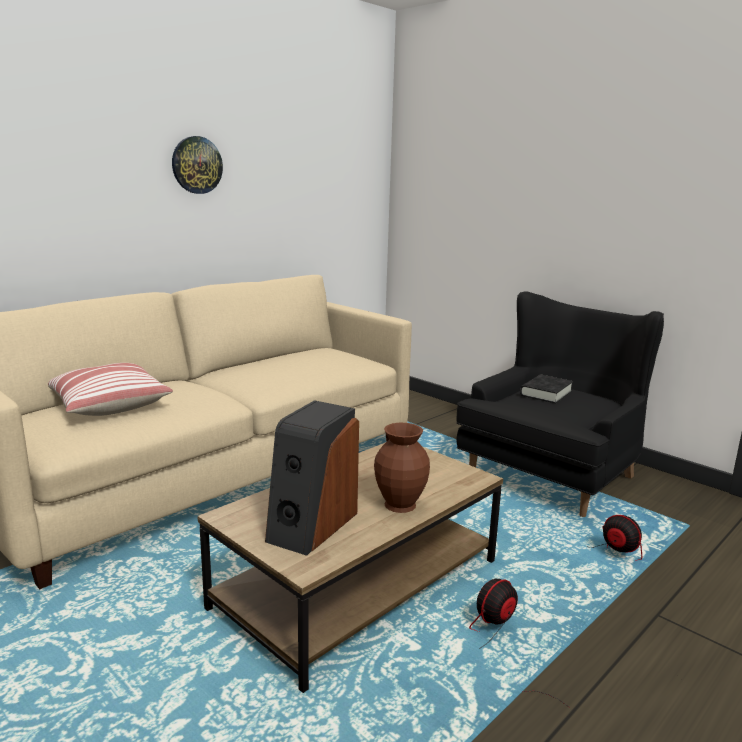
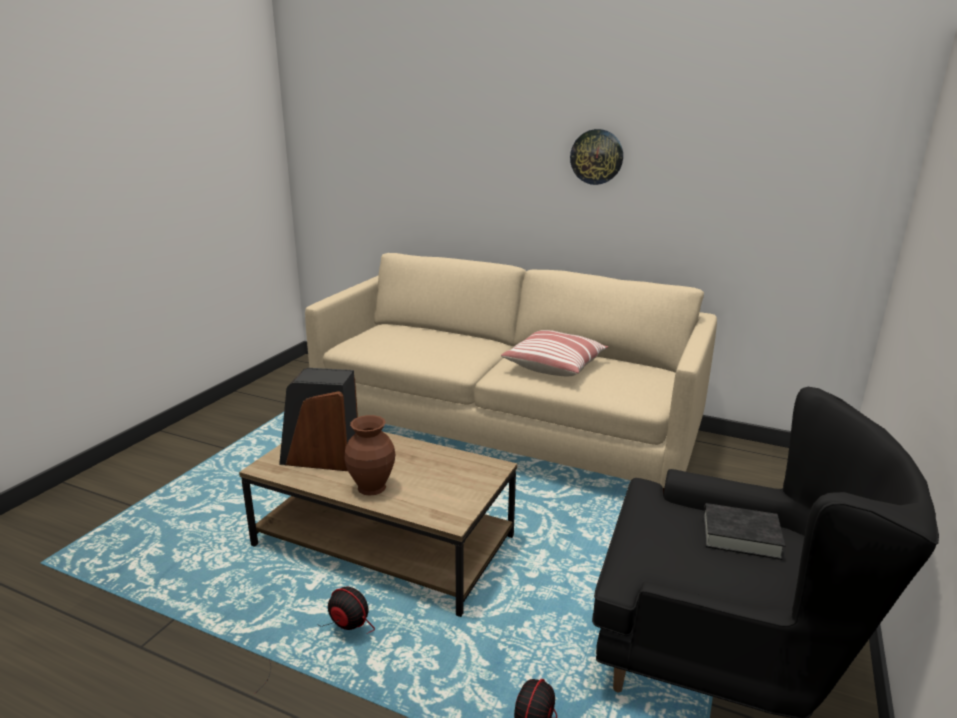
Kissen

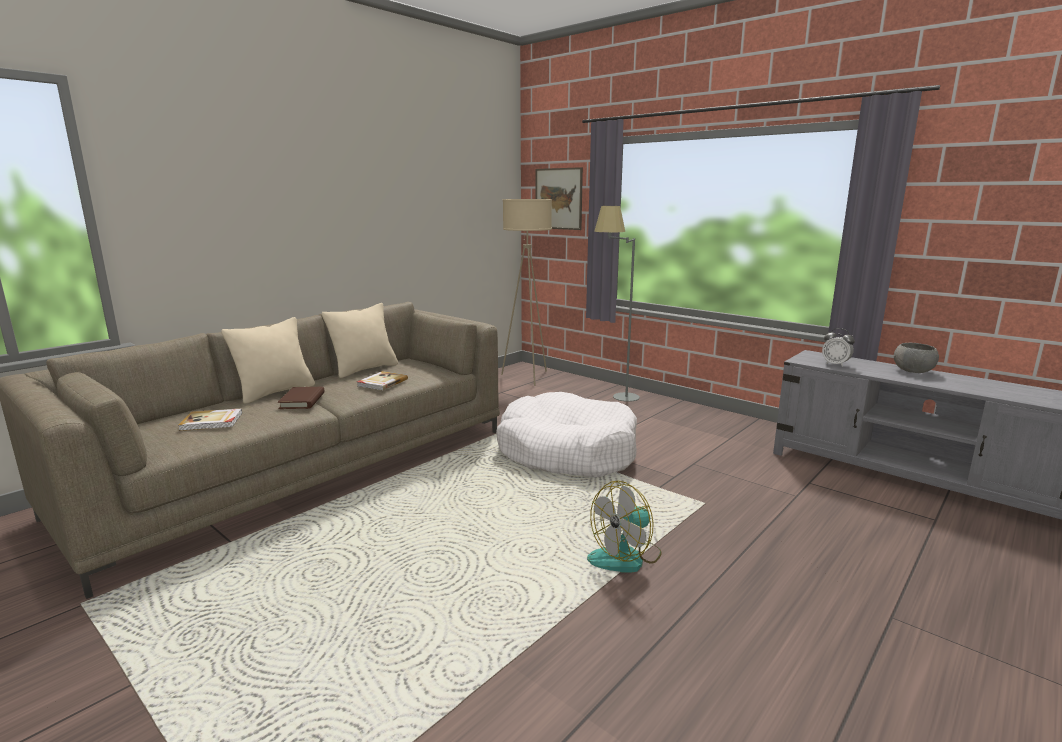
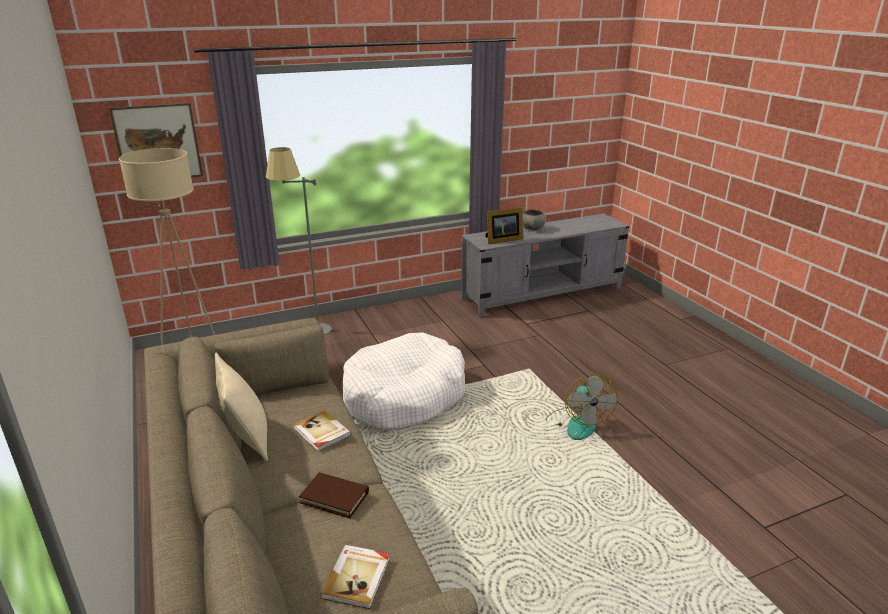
Kissen [beige] (no. 1 from left in the first image)
Bilderrahmen

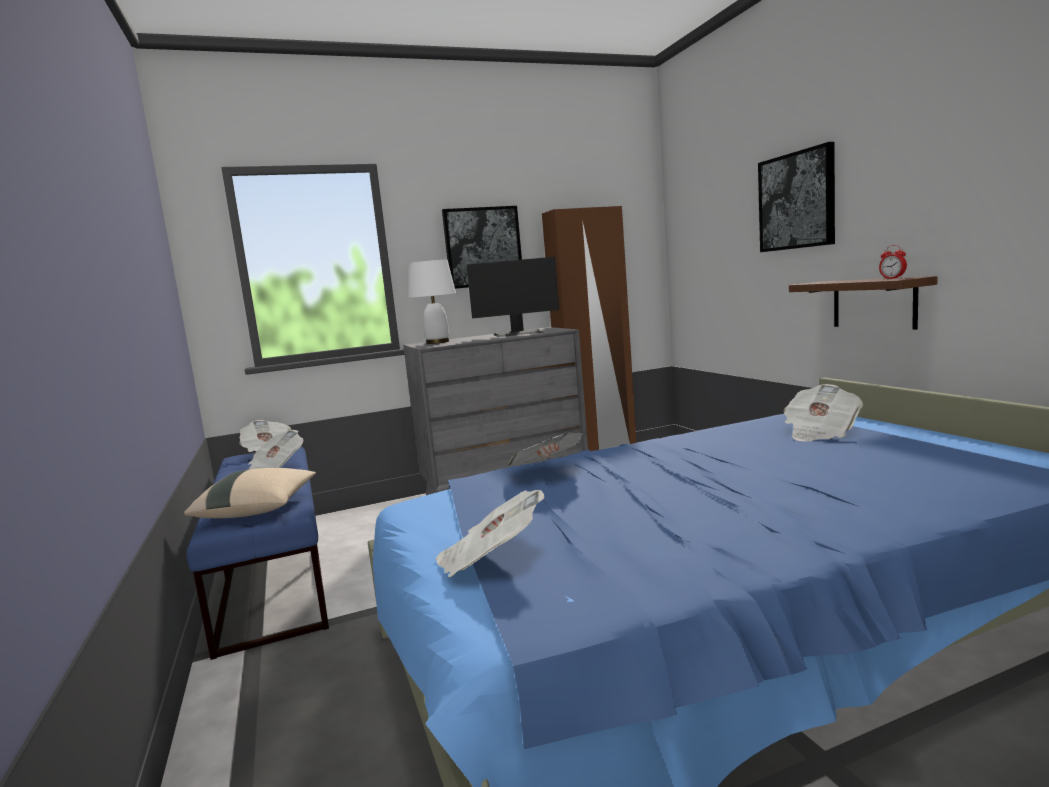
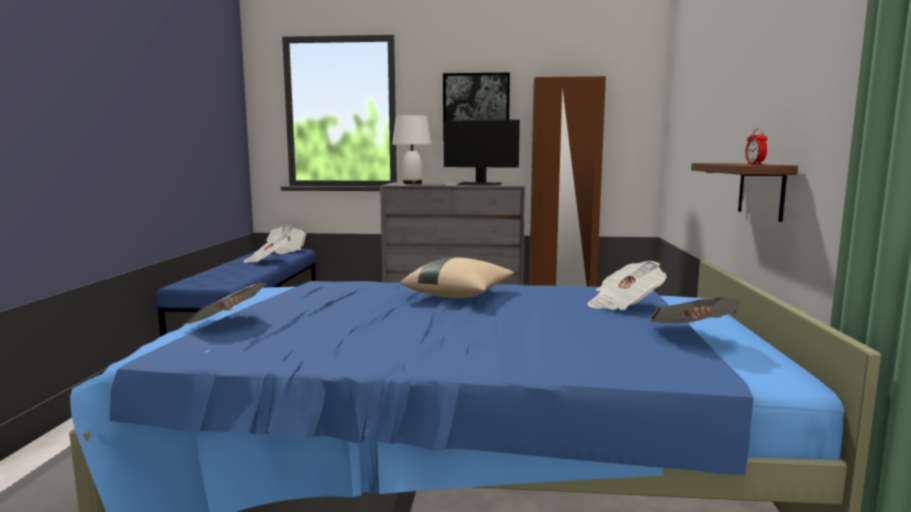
Kissen [beige]
Zeitung (no. 5 from left)
Bild (no. 2 from left in the first image)

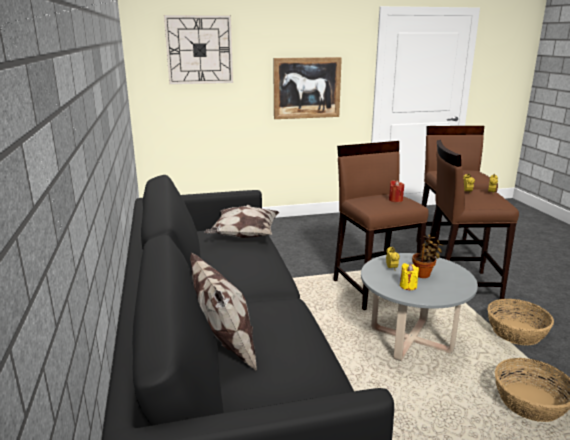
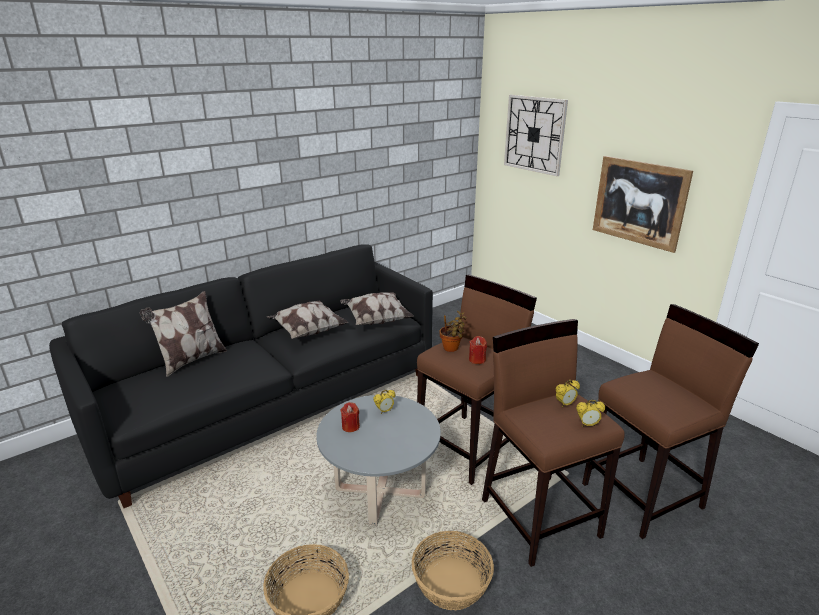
Kerze [rot] (no. 1 from left)
Topfpflanze
Kissen (no. 2 from left)

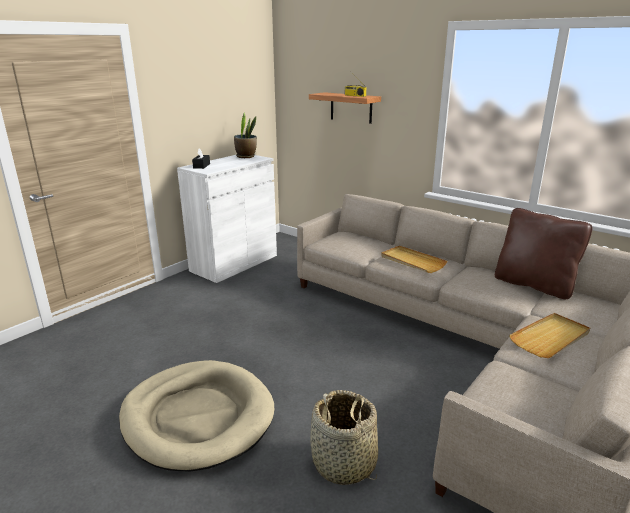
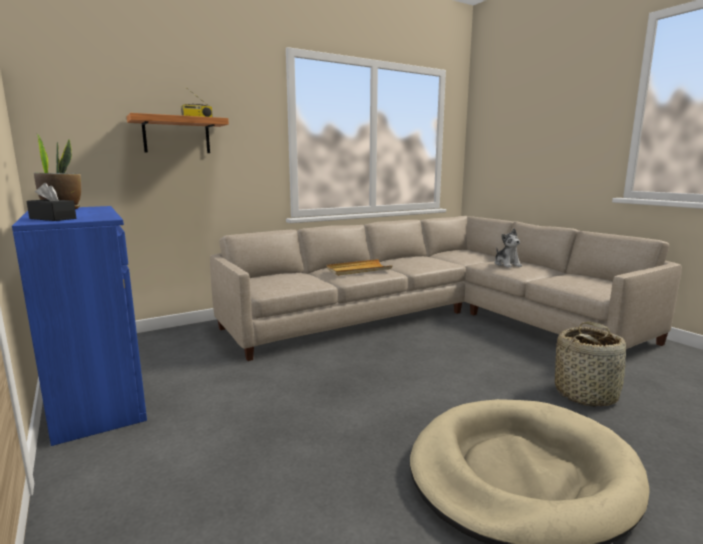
Schrank [blau]
Kissen [braun]
Plüschtier

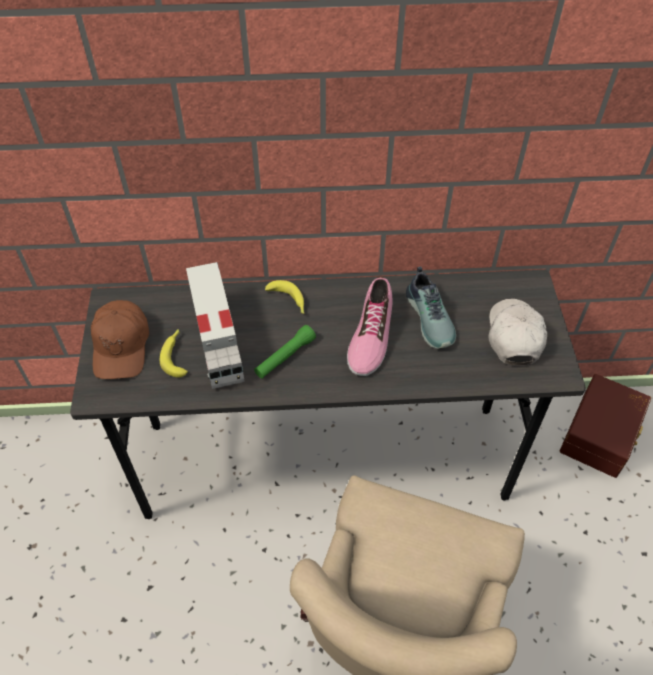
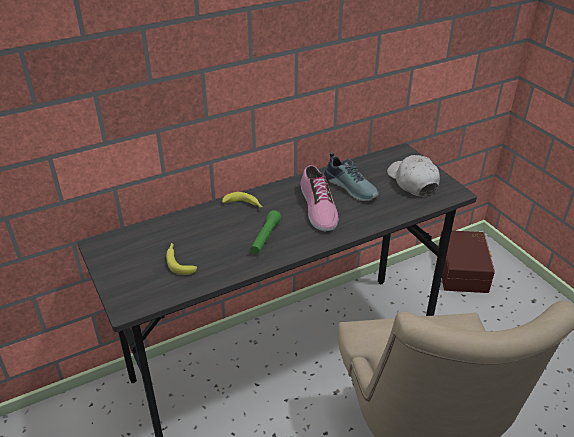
Kappe [braun]
Spielzeuglaster

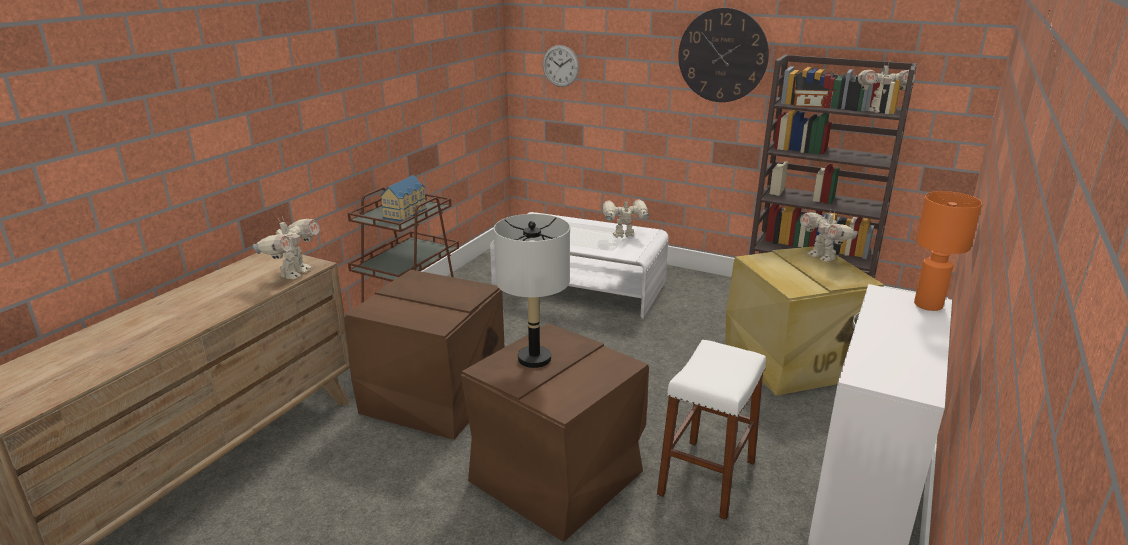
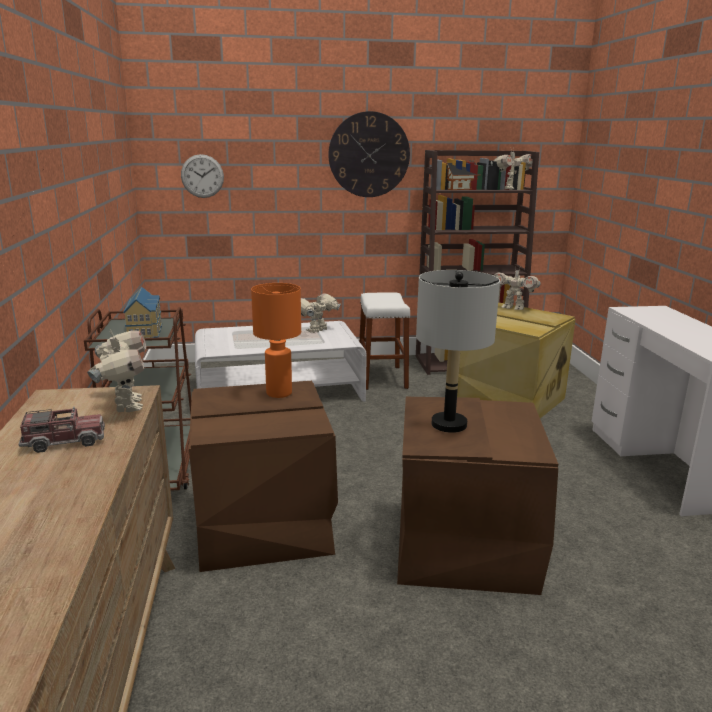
Hocker [weiß]
Tischlampe [orange]
Spielzeuglaster

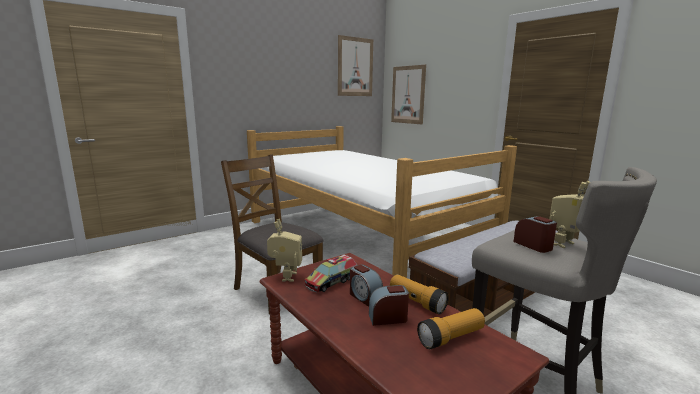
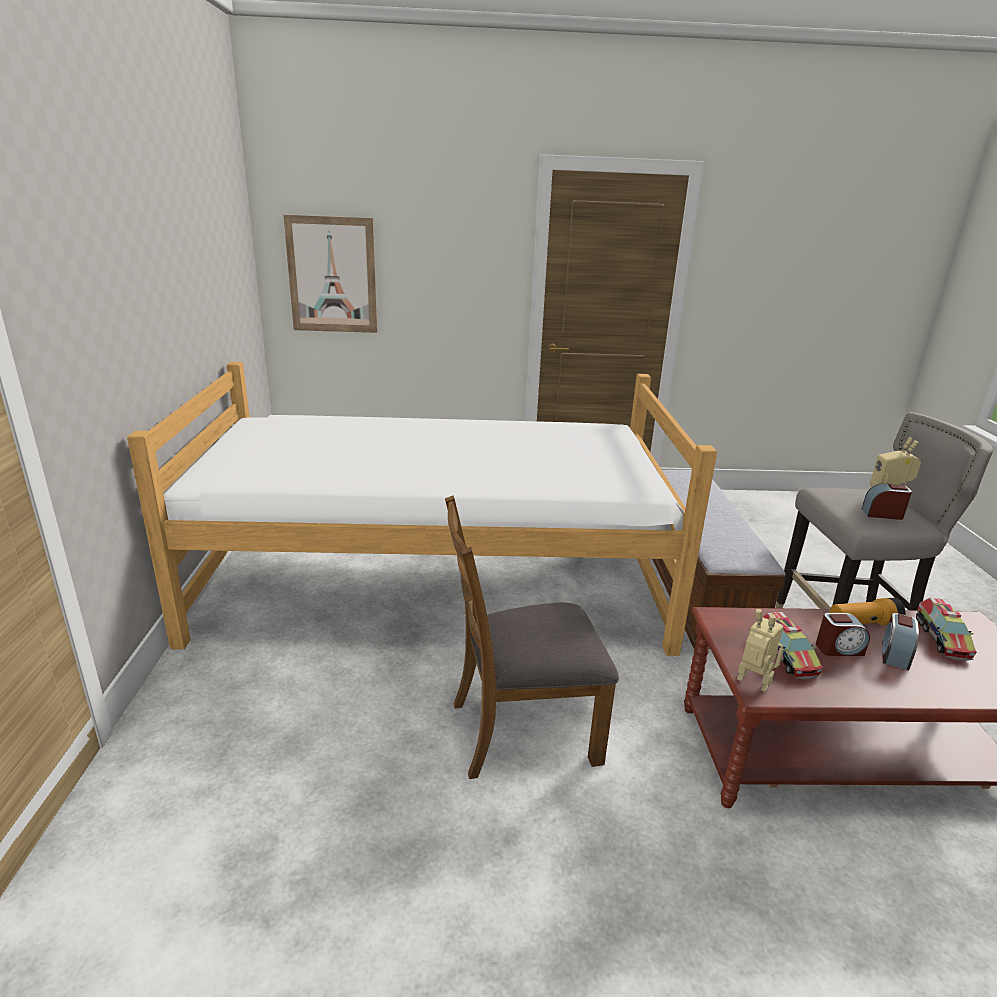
Bild (no. 1 from left in the first image)
Spielzeuglaster (no. 2 from left)

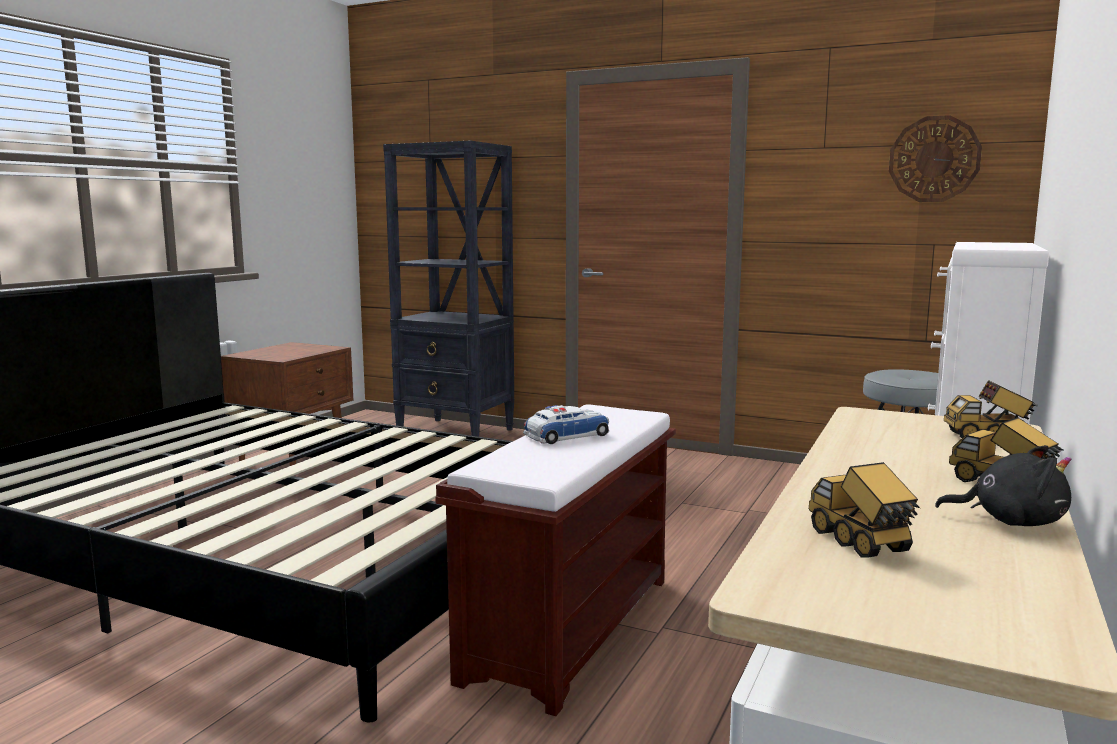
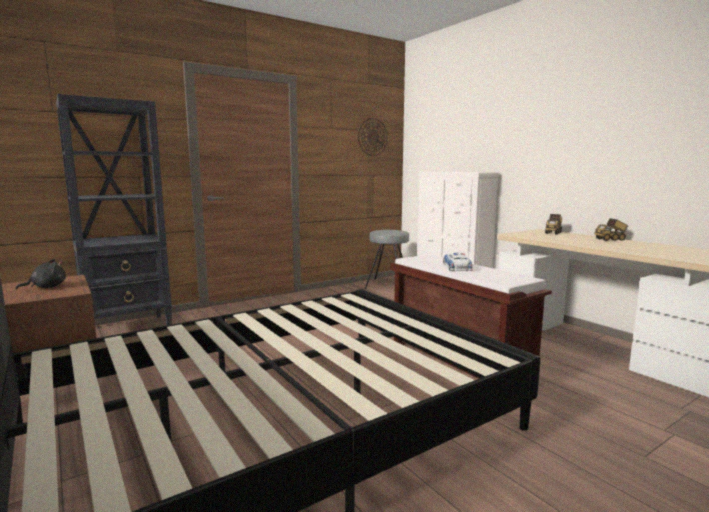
Spielzeuglaster (no. 1 from left in the first image)
Plüschtier [schwarz]

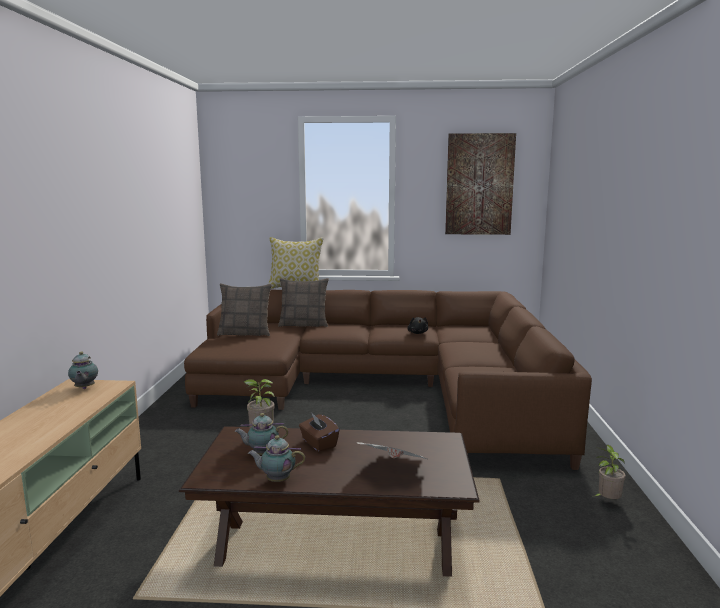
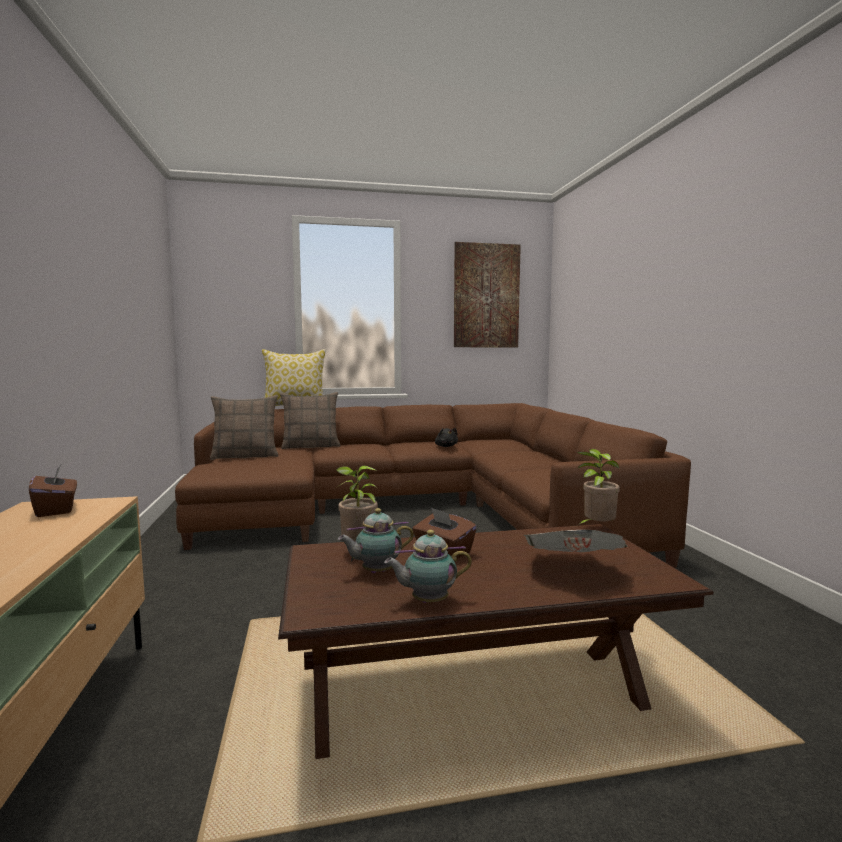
Taschentuchbox [braun] (no. 1 from left)
Topfpflanze (no. 2 from left)

